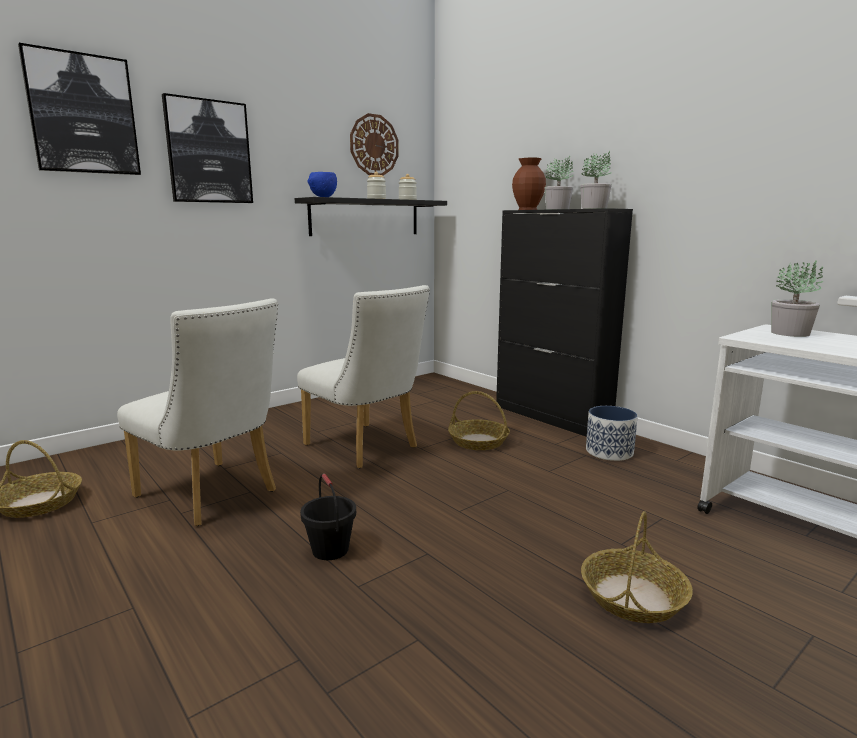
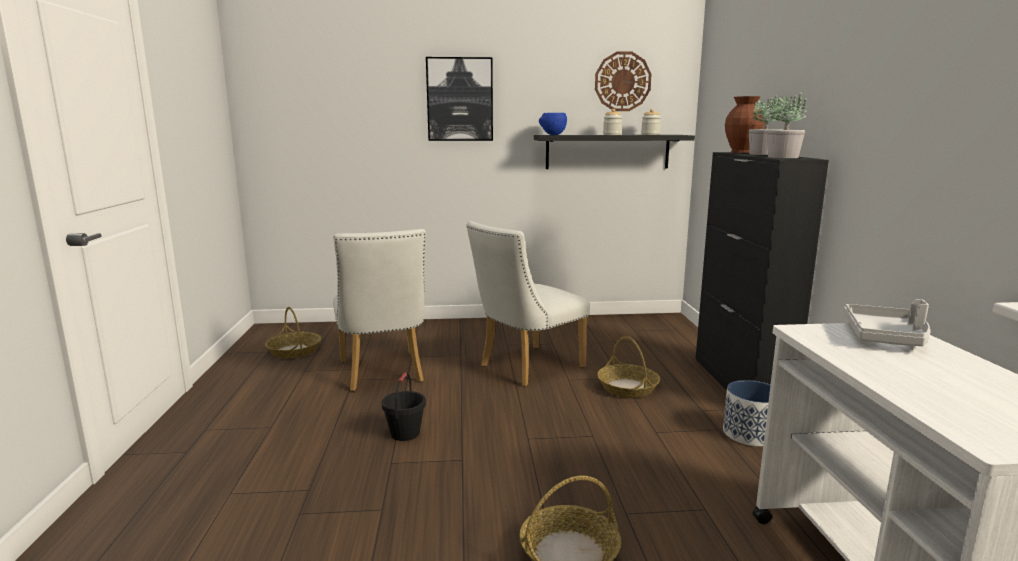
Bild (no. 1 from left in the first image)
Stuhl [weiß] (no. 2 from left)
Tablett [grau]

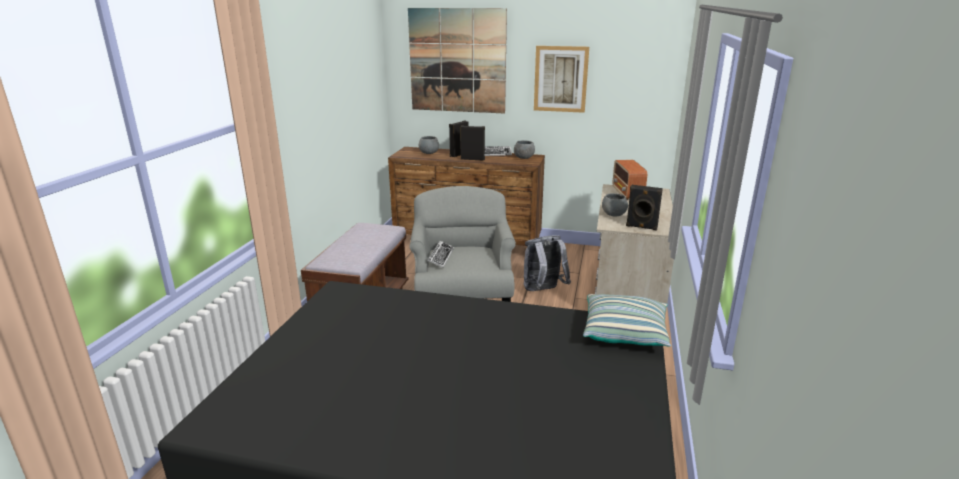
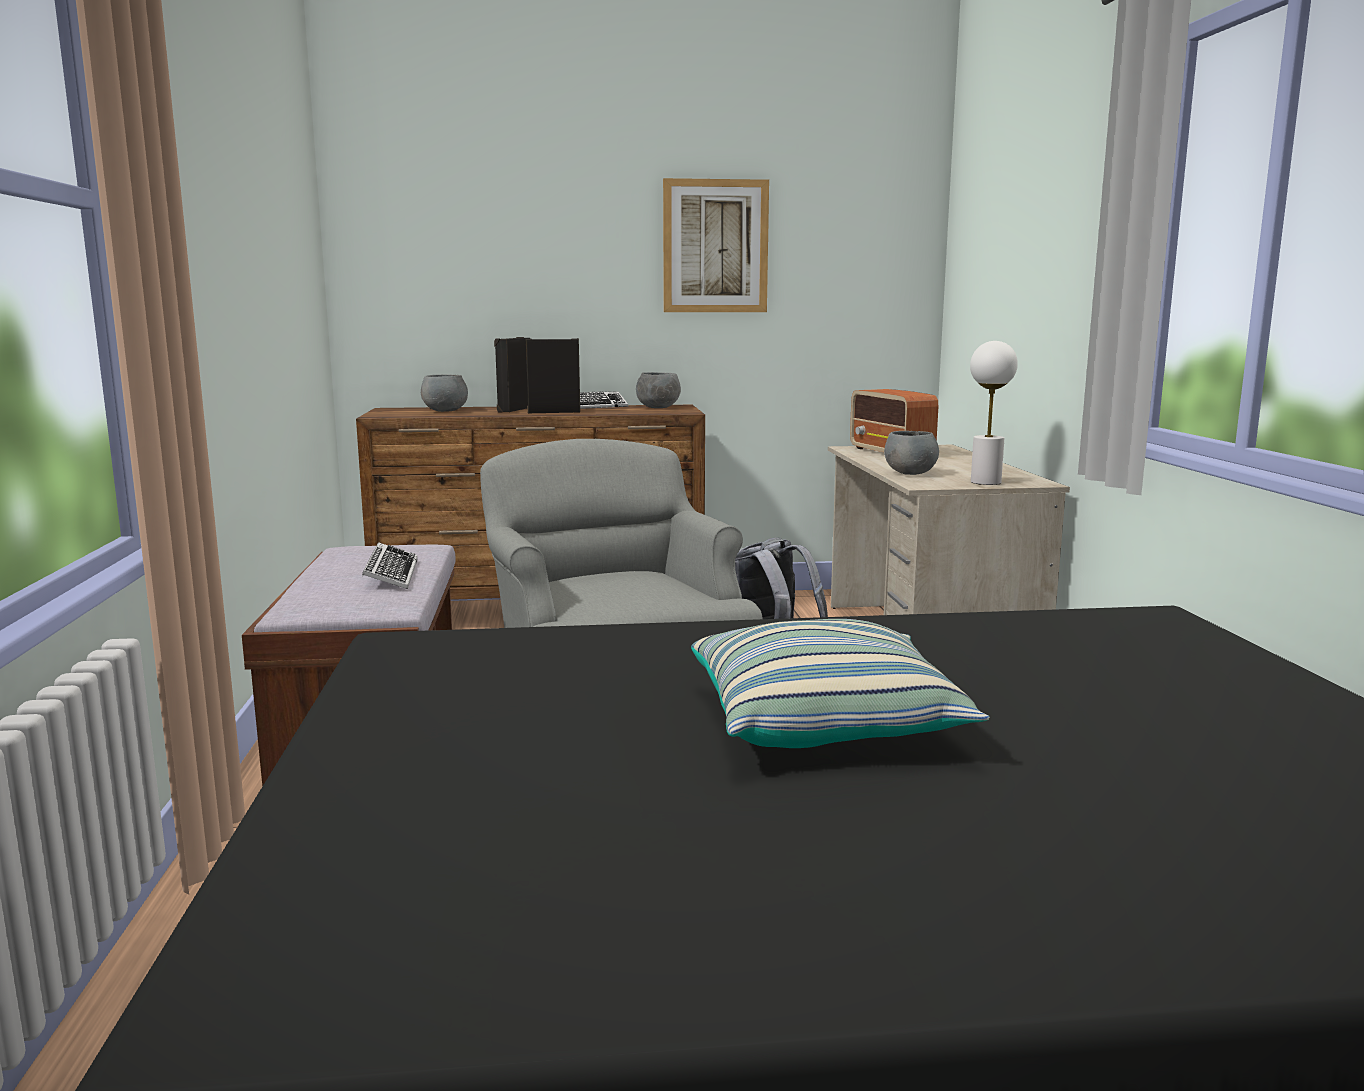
Bild (no. 1 from left in the first image)
Tastatur (no. 1 from left)
Kissen
Tischlampe [weiß]

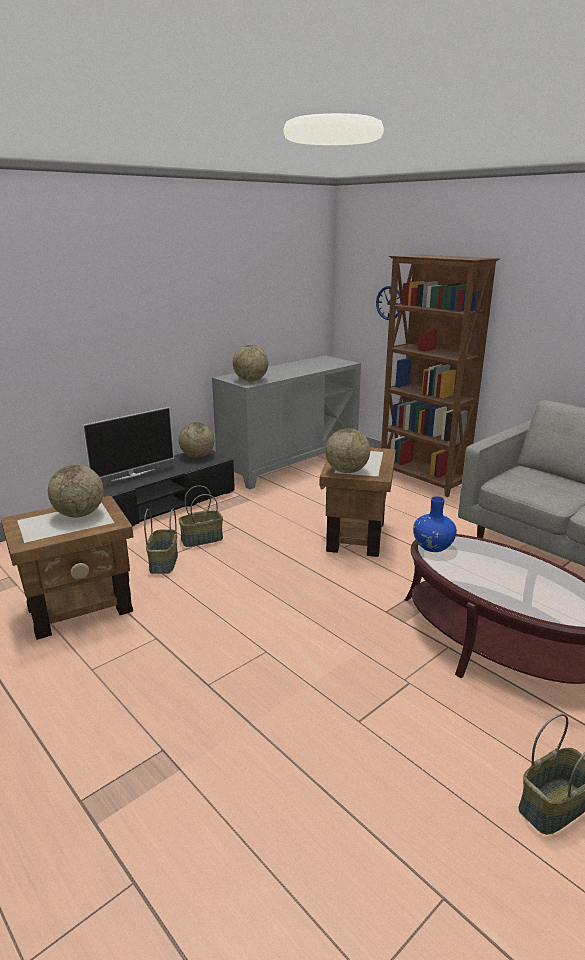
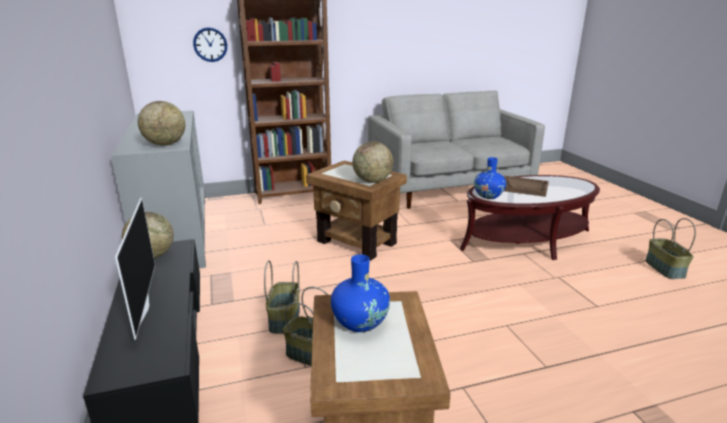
Vase [blau] (no. 1 from left)
Tablett [braun]

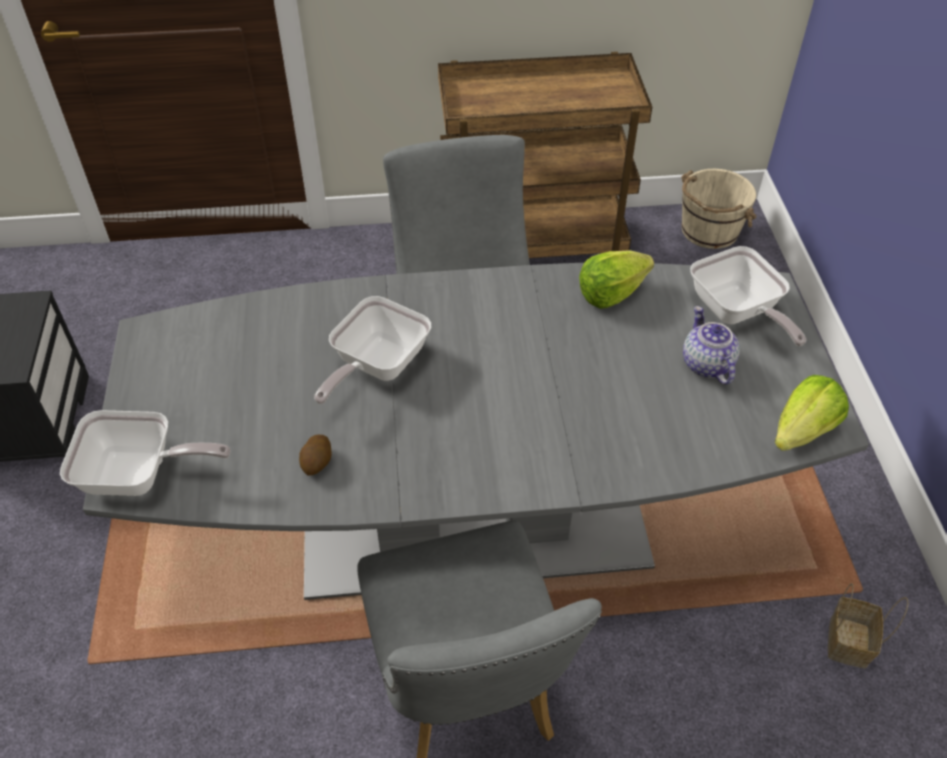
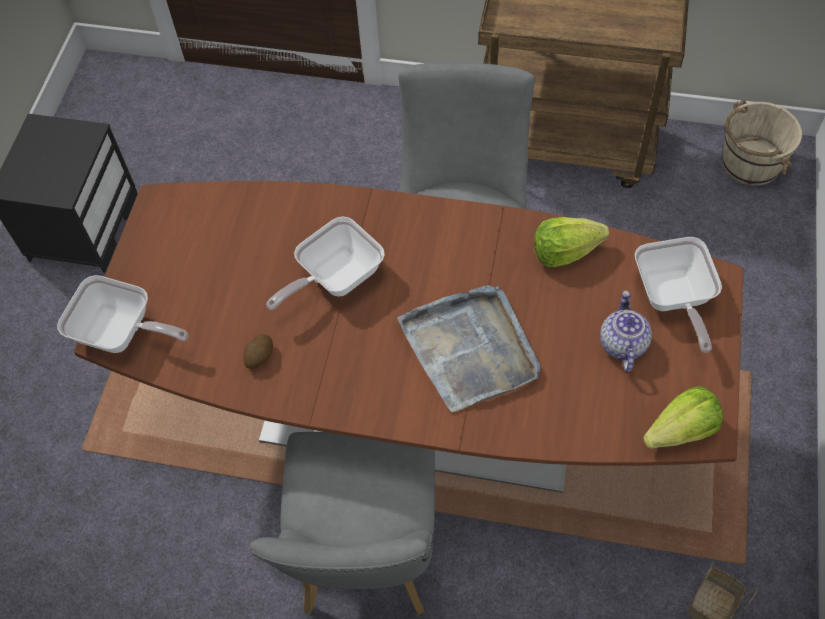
Esstisch [braun]
Tablett [grau]

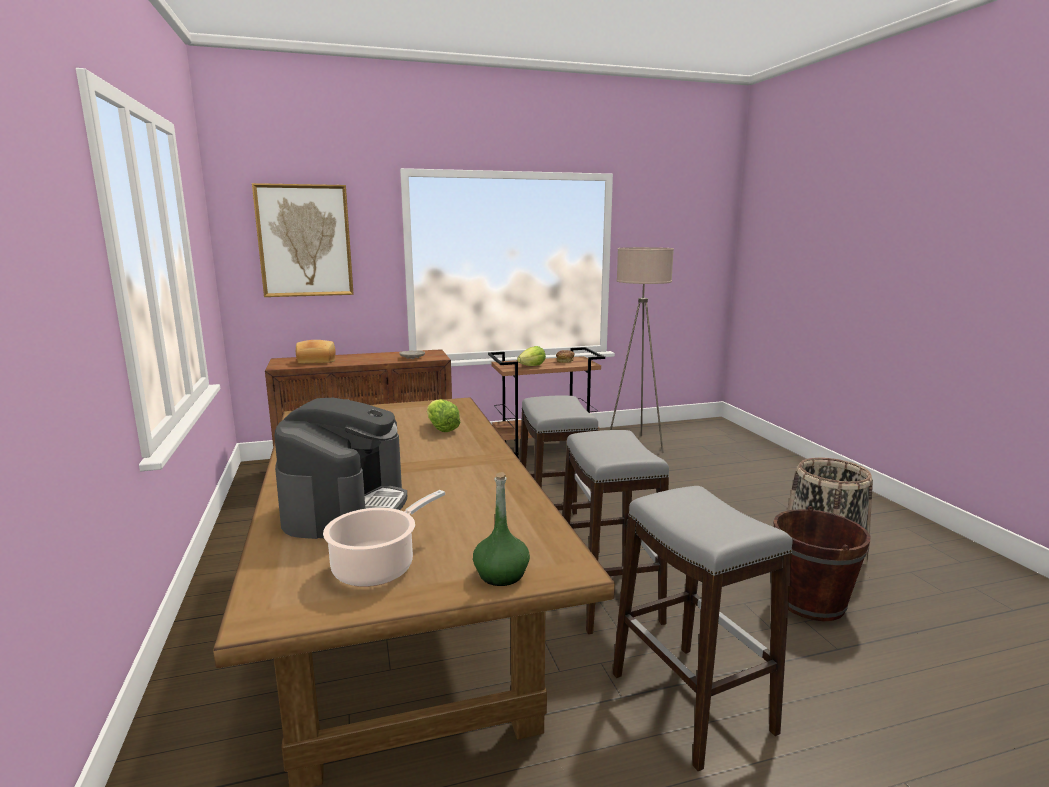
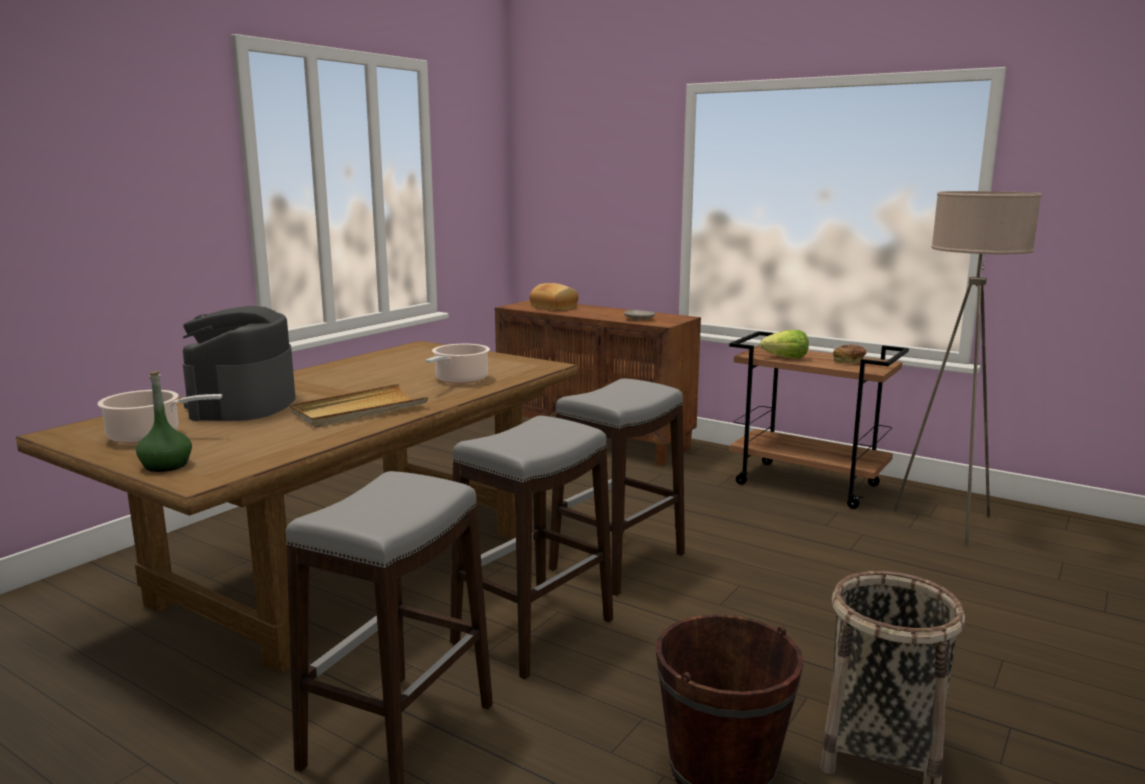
Bild
Kaffeemaschine
Kochtopf (no. 2 from left)
Tablett [beige]

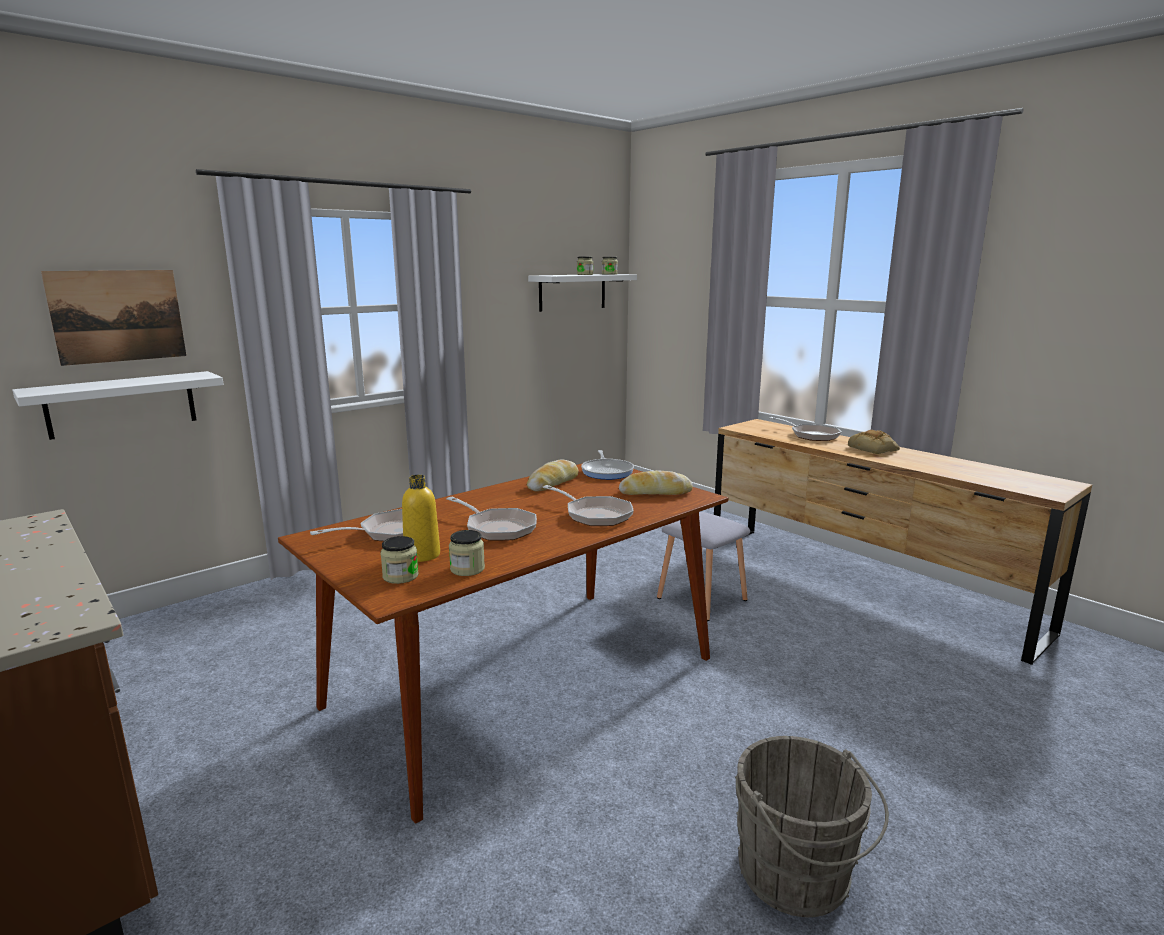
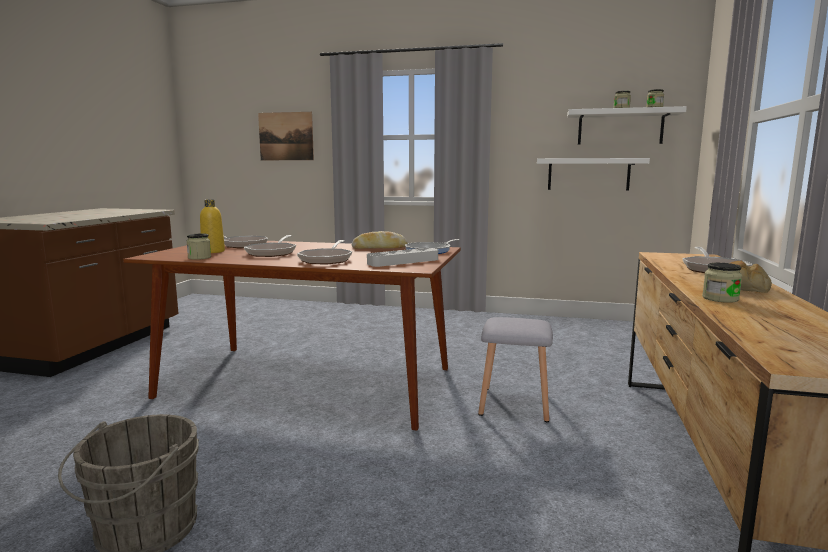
Wandregal [weiß] (no. 1 from left)
Vorratsglas (no. 4 from left)
Tablett [grau]

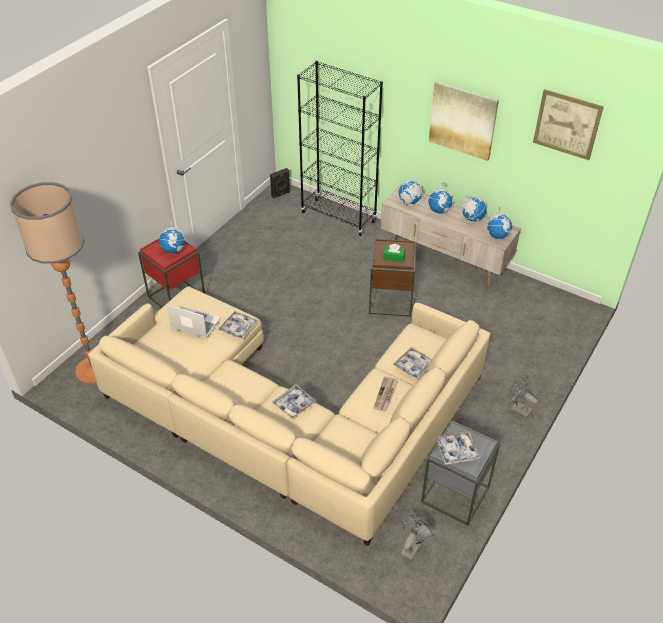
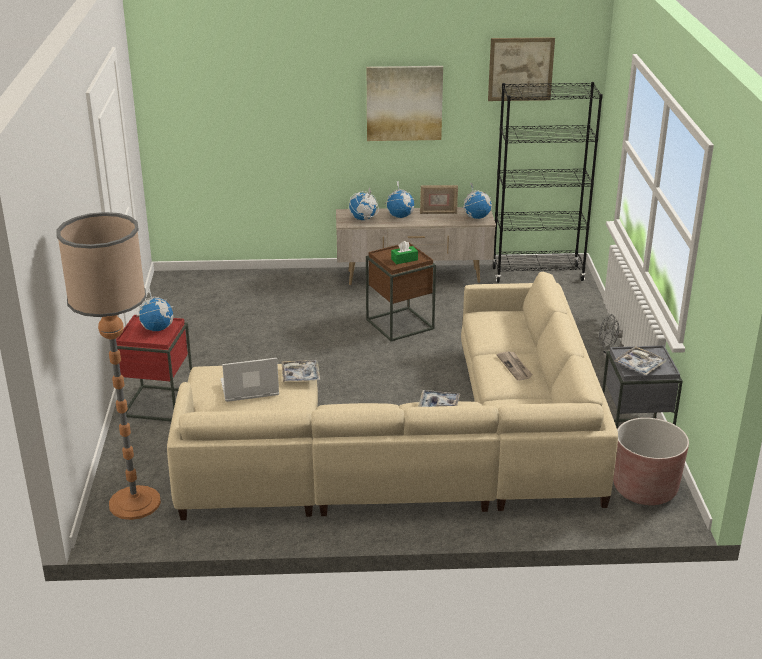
Lautsprecher [schwarz]
Bücherregal [schwarz]
Tablett (no. 3 from left in the first image)
Pflanzkübel [braun]
Bilderrahmen

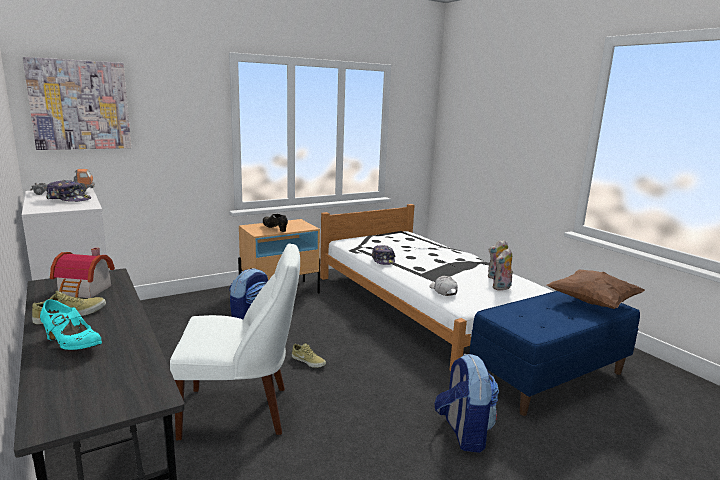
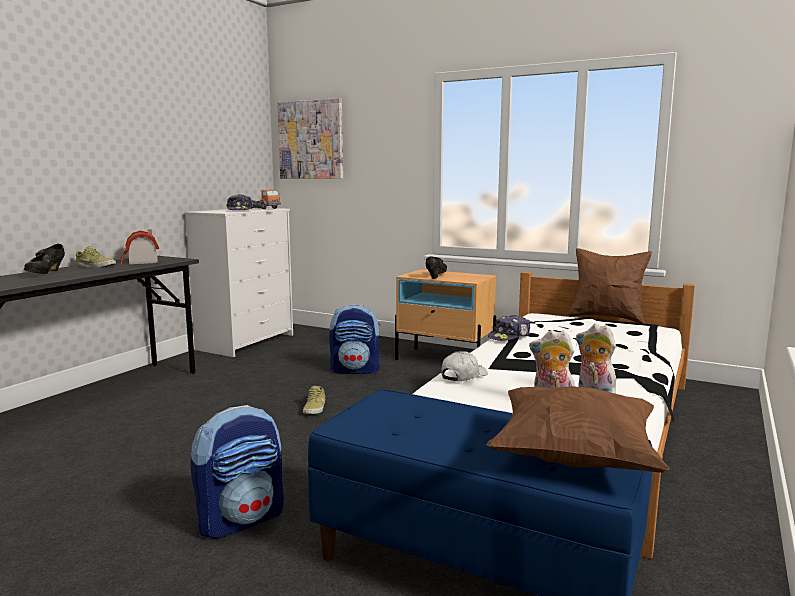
Schuh [schwarz] (no. 1 from left)
Stuhl [weiß]
Kissen [braun] (no. 2 from left)

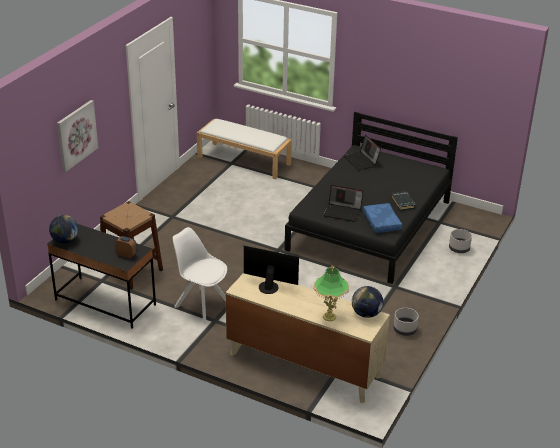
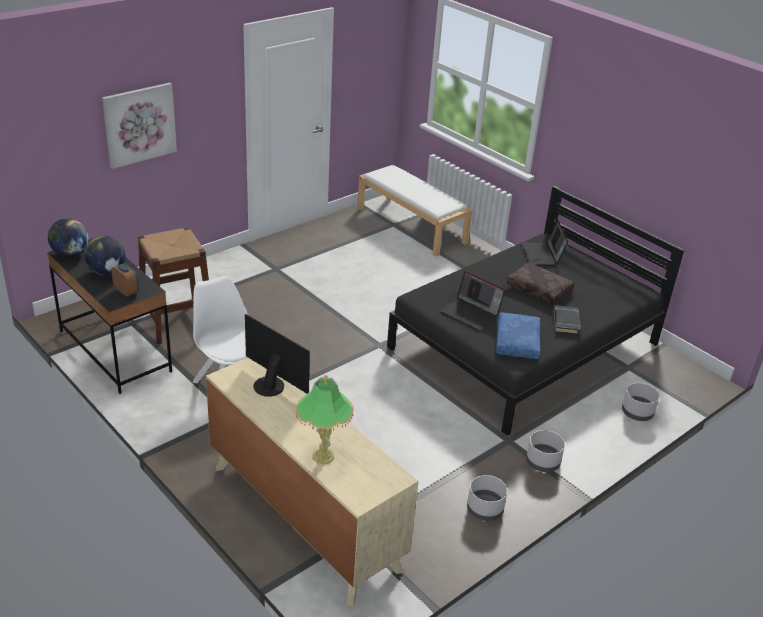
Globus (no. 2 from left)
Kissen [braun]
Pflanzkübel [grau] (no. 2 from left)

